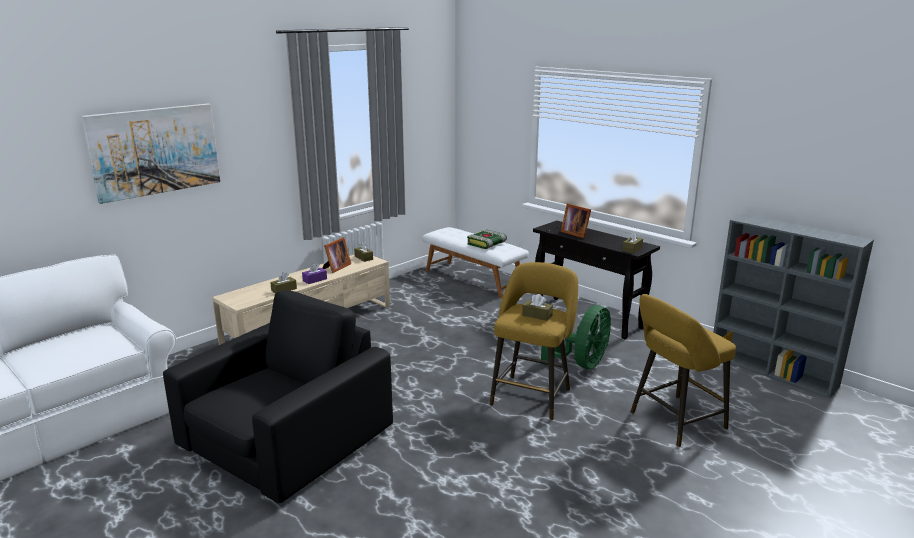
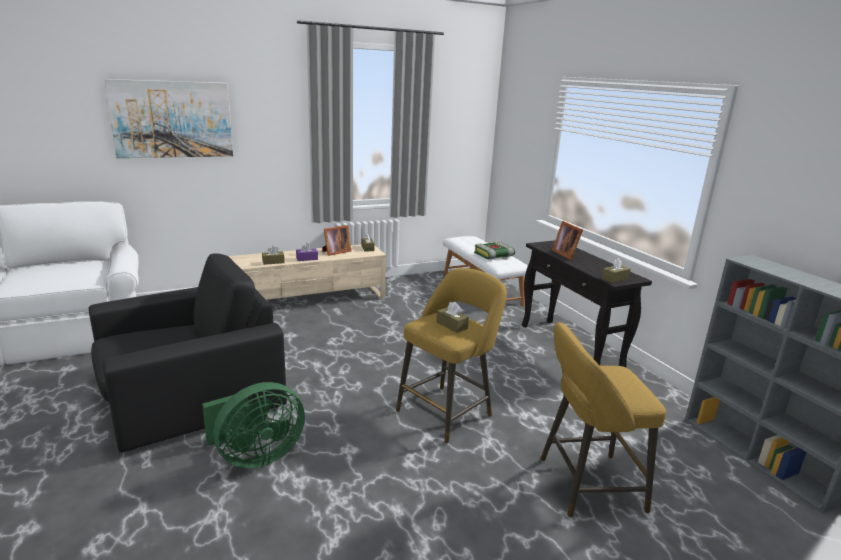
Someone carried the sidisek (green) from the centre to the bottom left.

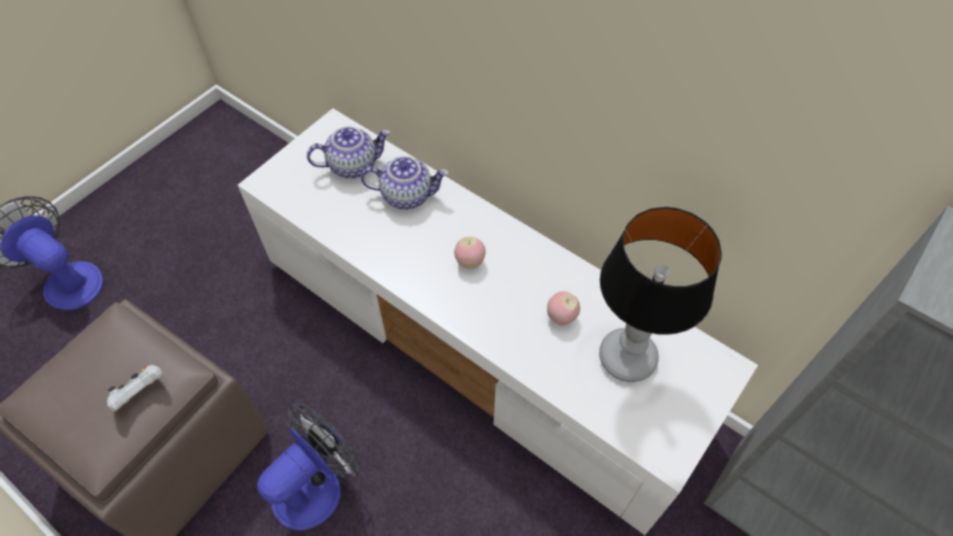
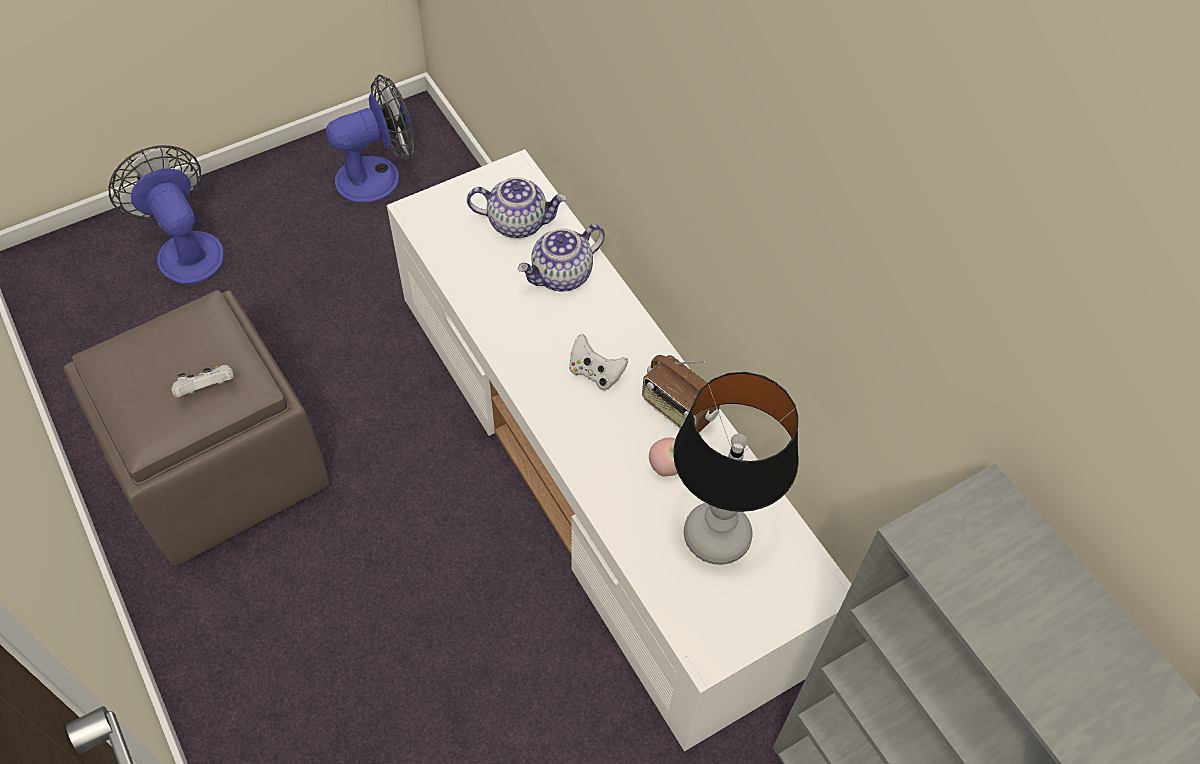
Someone rotated the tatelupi (2nd from left) at the centre by 120 degrees clockwise.
Someone swapped the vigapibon (1st from left) at the centre for the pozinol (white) (2nd from left) at the centre.
Someone carried the sidisek (2nd from left) from the bottom left to the top left.
Someone put down the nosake at the centre.

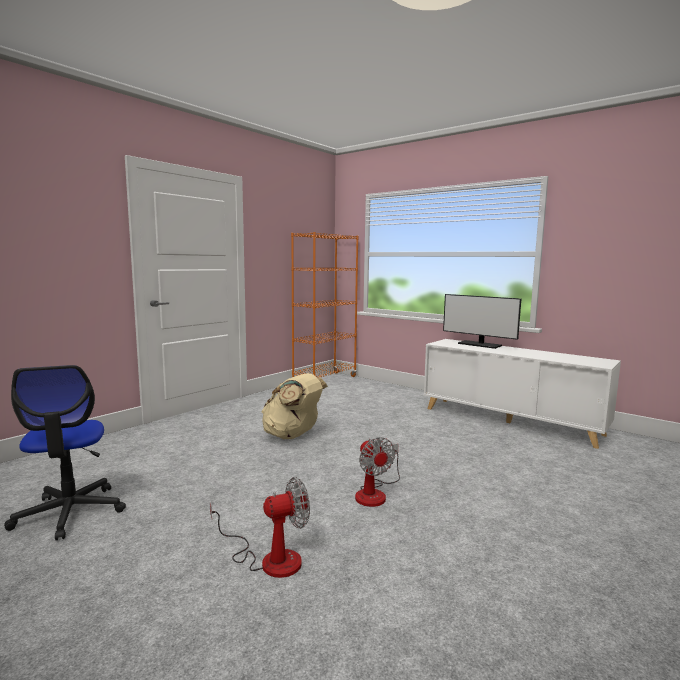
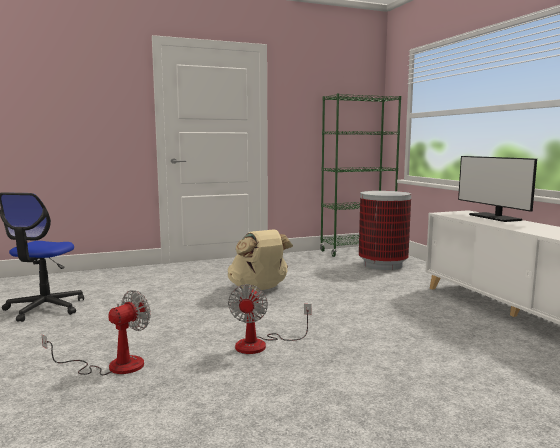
Someone repainted the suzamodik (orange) at the centre, which became the suzamodik (green) at the centre.
Someone rotated the sidisek (1st from left) at the bottom centre by 60 degrees counterclockwise.
Someone put down the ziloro at the middle right.

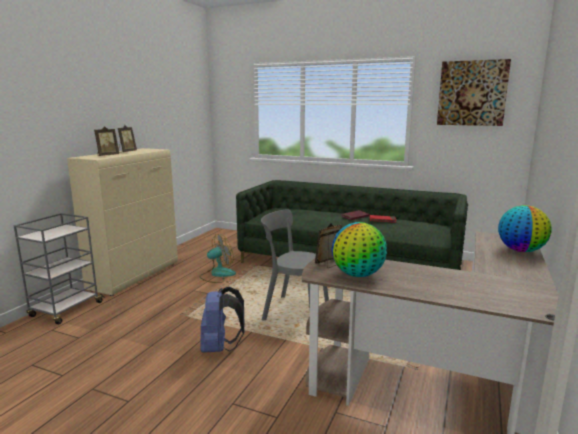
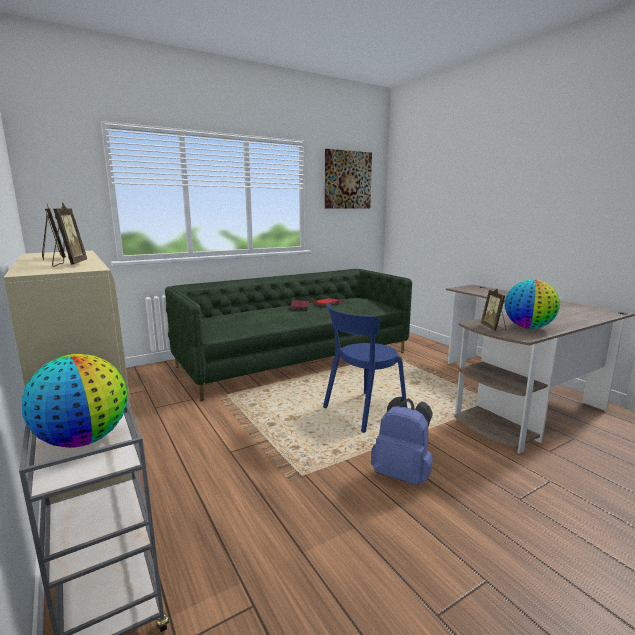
Someone carried the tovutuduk (2nd from left in the first image) from the middle right to the middle left.
Someone repainted the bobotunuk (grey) at the centre, which became the bobotunuk (blue) at the centre.
Someone took away the sidisek at the centre.

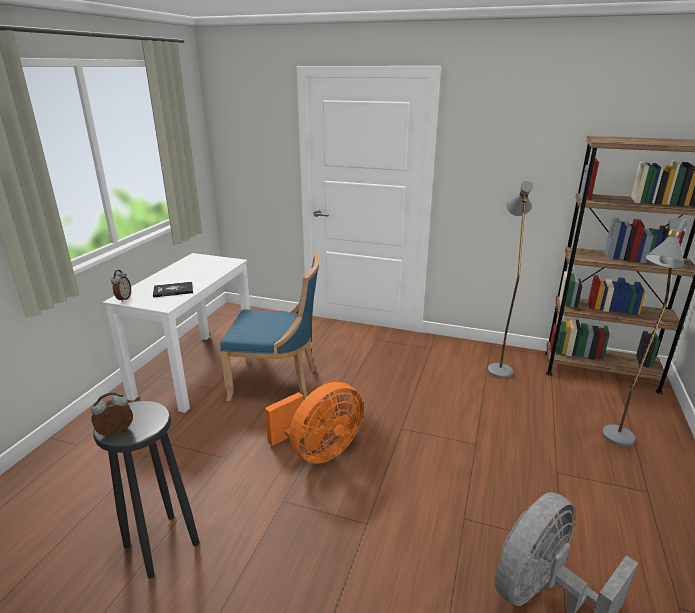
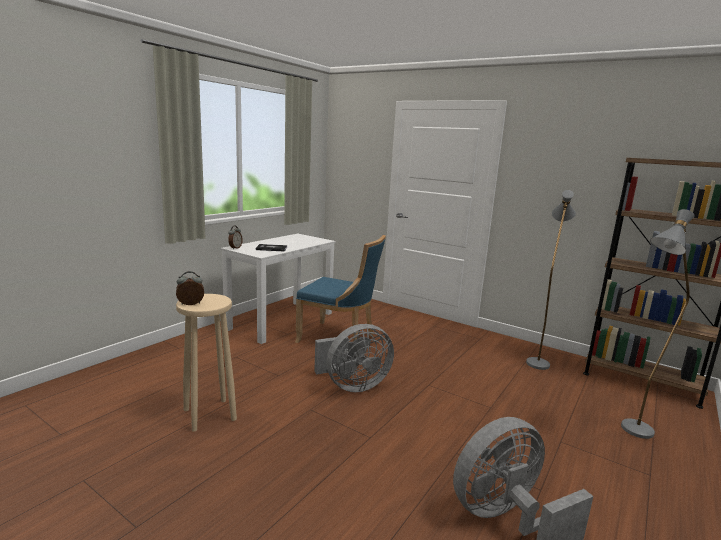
Someone repainted the sidisek (orange) at the bottom centre, which became the sidisek (grey) (1st from left) at the centre.
Someone repainted the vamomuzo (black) at the bottom left, which became the vamomuzo (beige) at the bottom left.

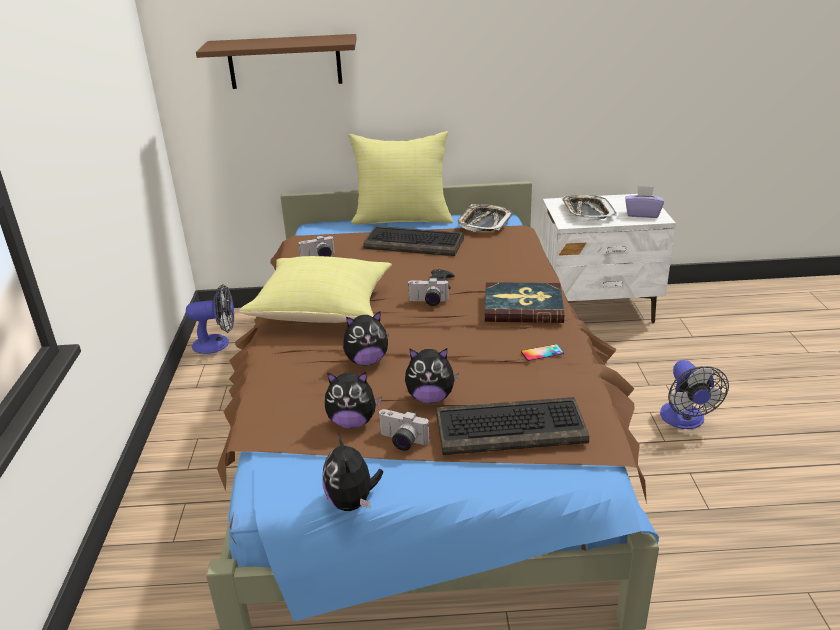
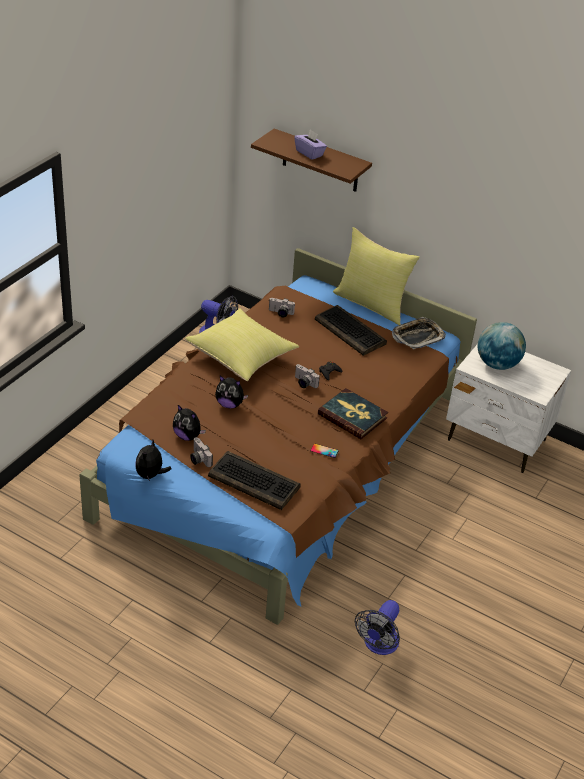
Someone carried the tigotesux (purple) from the top right to the top centre.
Someone swapped the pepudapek (2nd from left) at the top right for the tovutuduk at the middle right.
Someone took away the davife (4th from left) at the centre.
Someone carried the sidisek (2nd from left) from the middle right to the bottom centre.

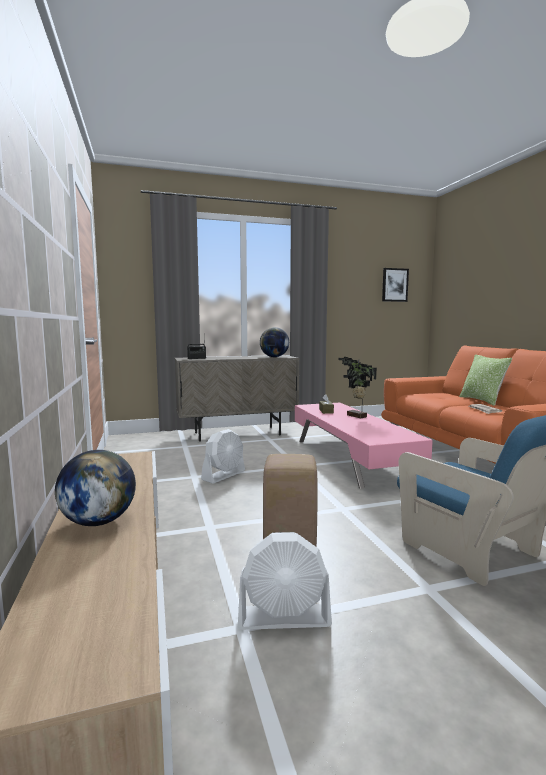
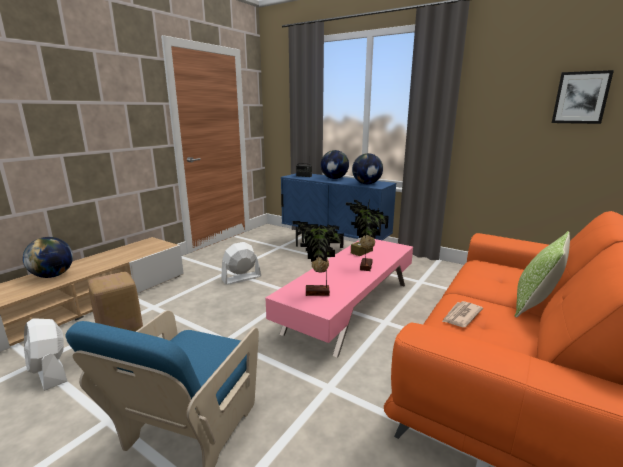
Someone repainted the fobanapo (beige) at the centre, which became the fobanapo (blue) at the centre.
Someone rotated the sidisek (white) (1st from left in the first image) at the centre by 150 degrees clockwise.
Someone put down the tovutuduk (2nd from left) at the centre.
Someone put down the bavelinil (1st from left) at the centre.

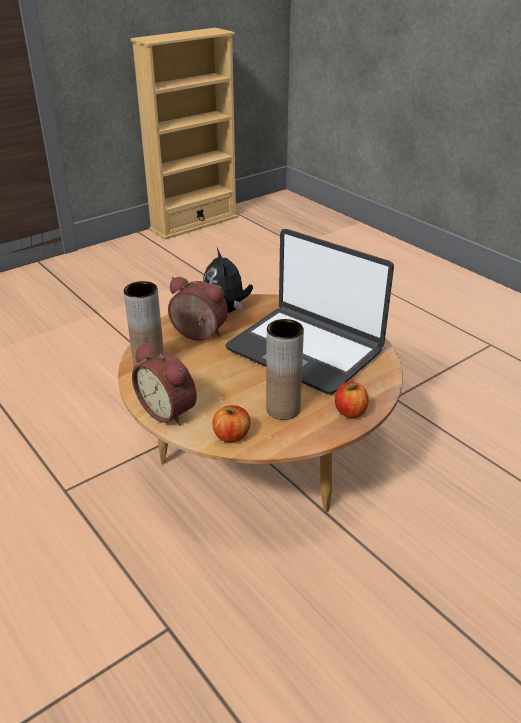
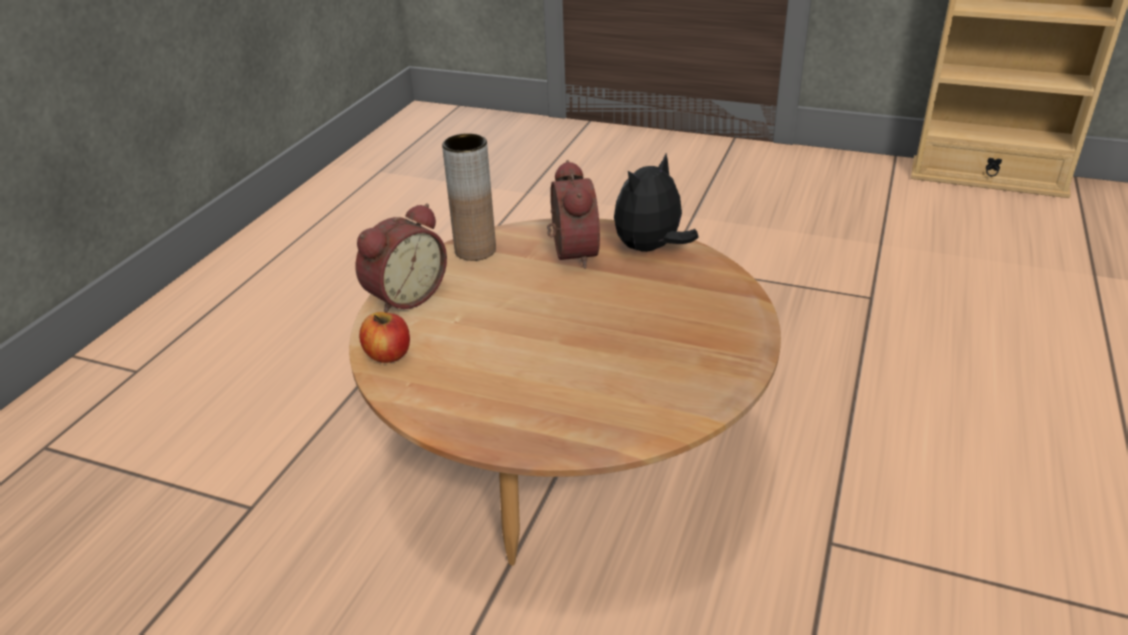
Someone took away the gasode at the centre.
Someone took away the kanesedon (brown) (2nd from left) at the centre.
Someone rotated the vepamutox (1st from left) at the middle left by 150 degrees counterclockwise.
Someone took away the vigapibon (2nd from left) at the middle right.

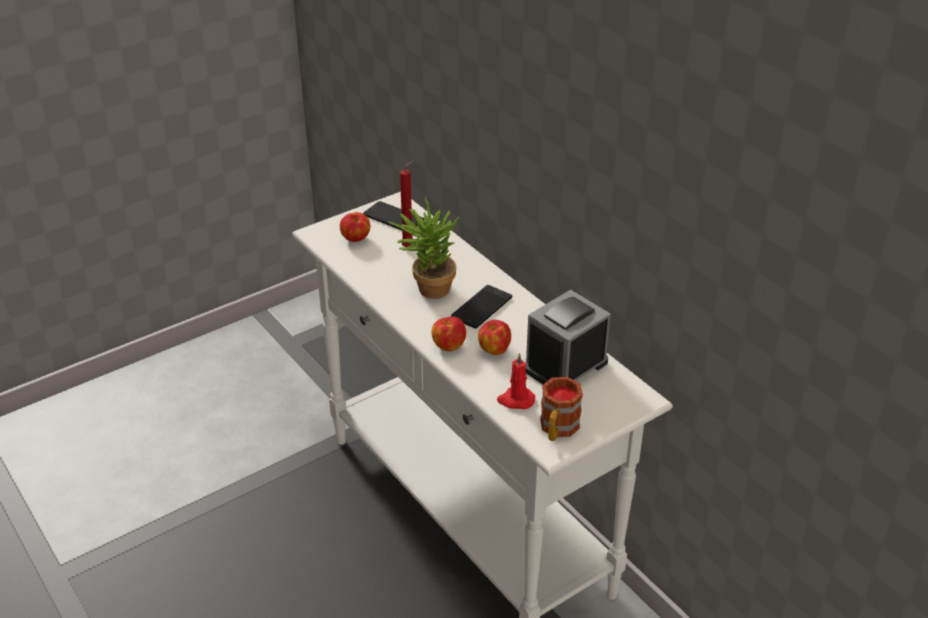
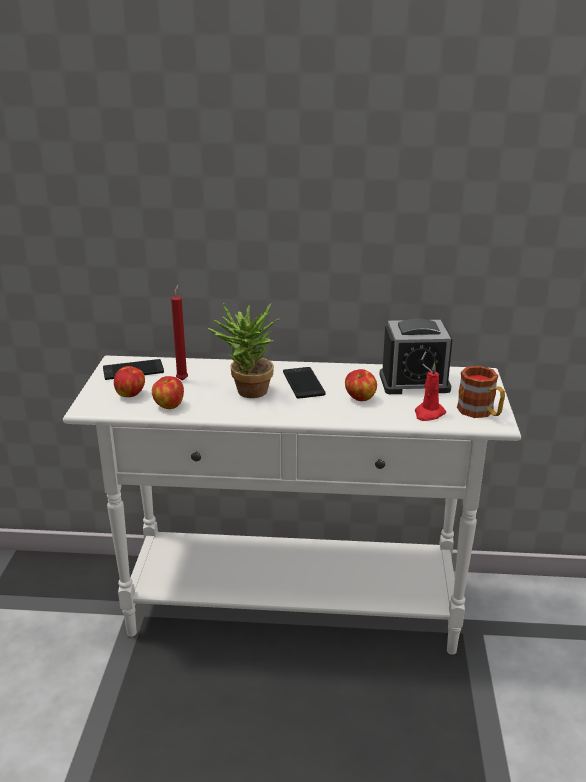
Someone rotated the vepamutox at the centre by 90 degrees counterclockwise.
Someone carried the vigapibon (2nd from left) from the centre to the middle left.

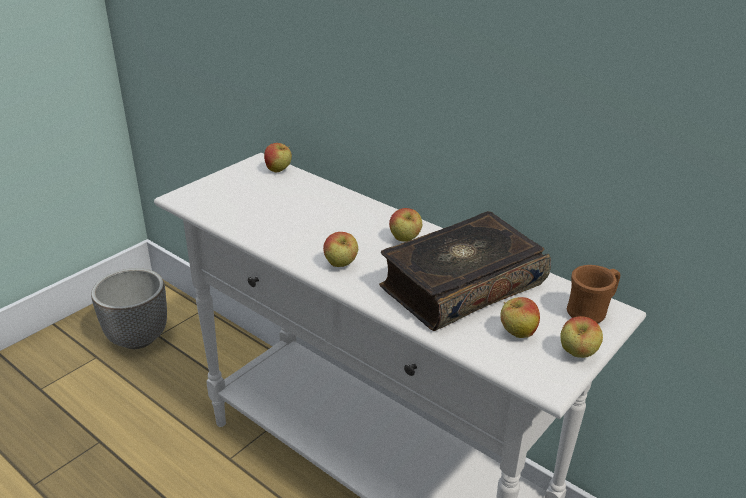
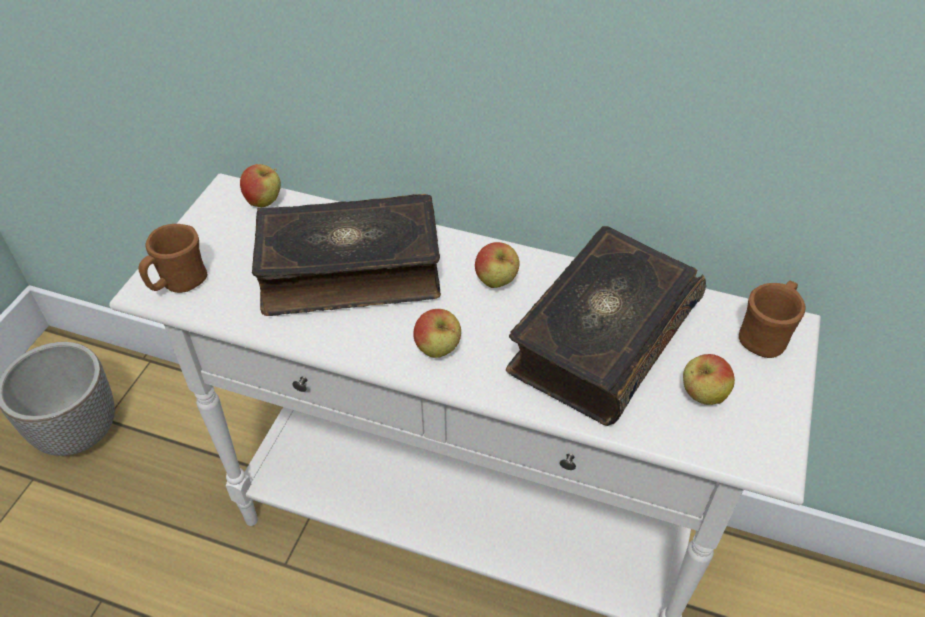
Someone took away the vigapibon (5th from left) at the bottom right.
Someone put down the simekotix (1st from left) at the centre.
Someone put down the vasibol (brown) (1st from left) at the middle left.

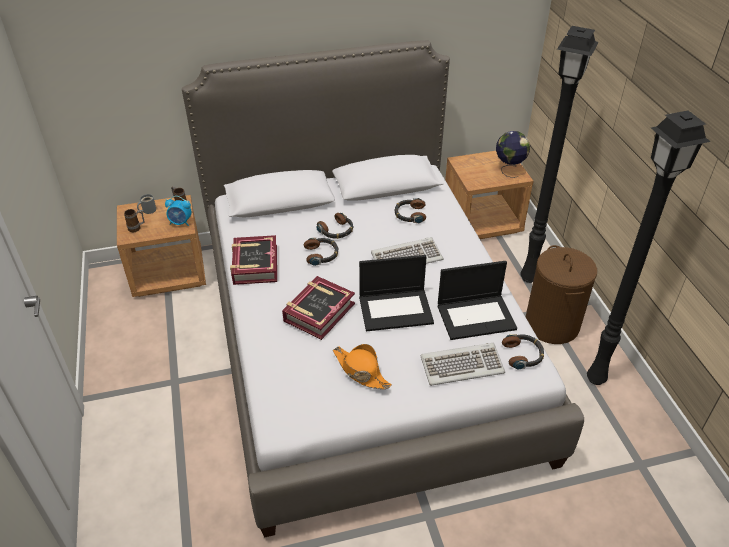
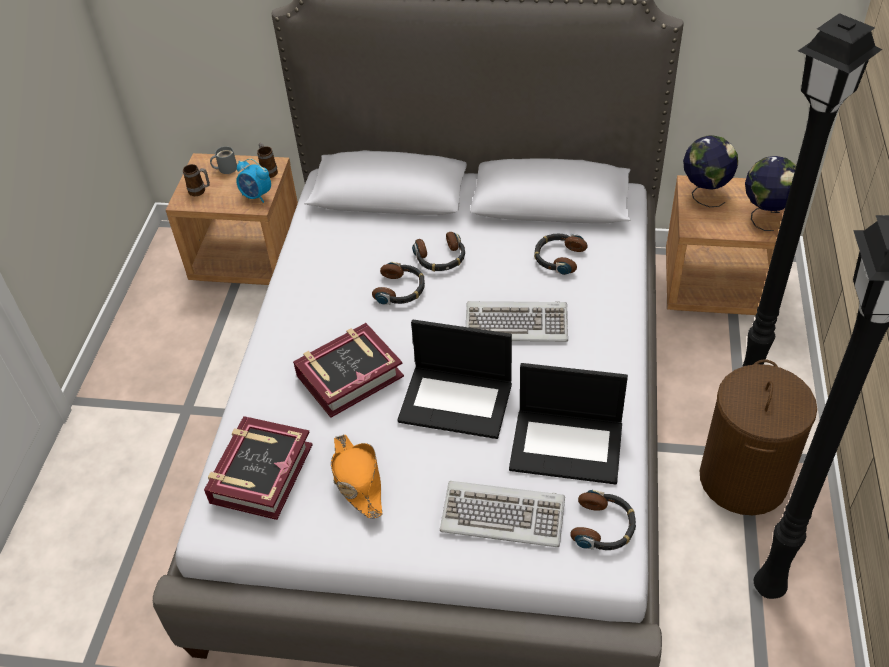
Someone carried the simekotix (1st from left) from the centre to the bottom left.
Someone put down the tovutuduk (1st from left) at the top right.

